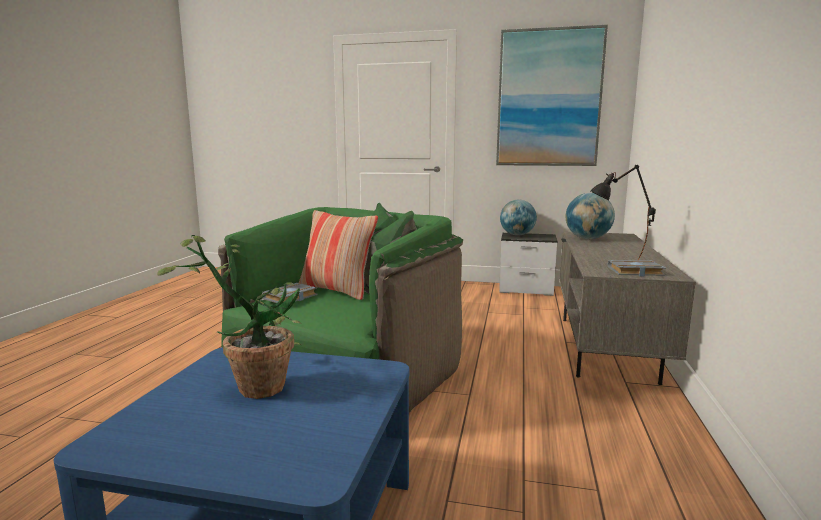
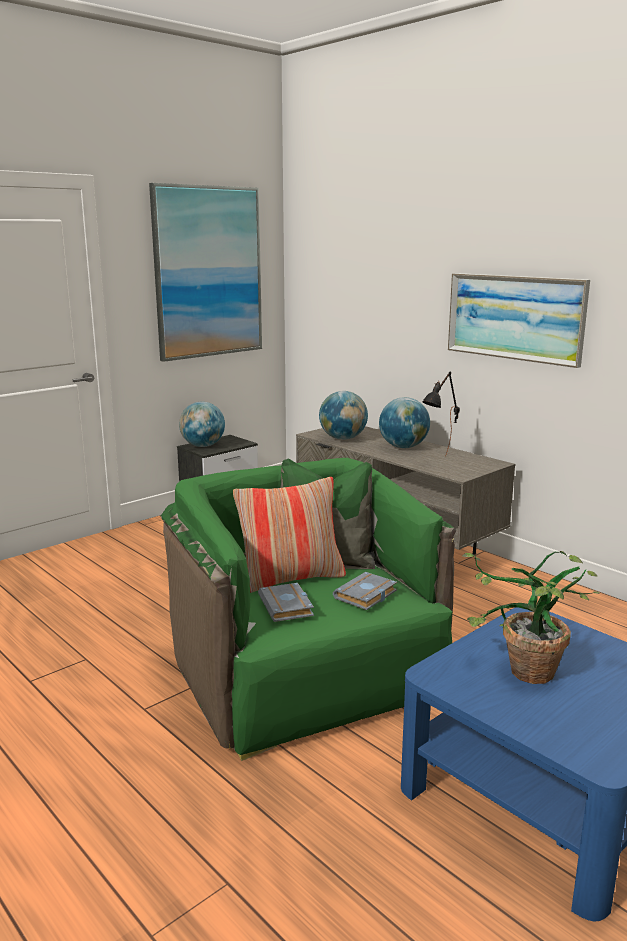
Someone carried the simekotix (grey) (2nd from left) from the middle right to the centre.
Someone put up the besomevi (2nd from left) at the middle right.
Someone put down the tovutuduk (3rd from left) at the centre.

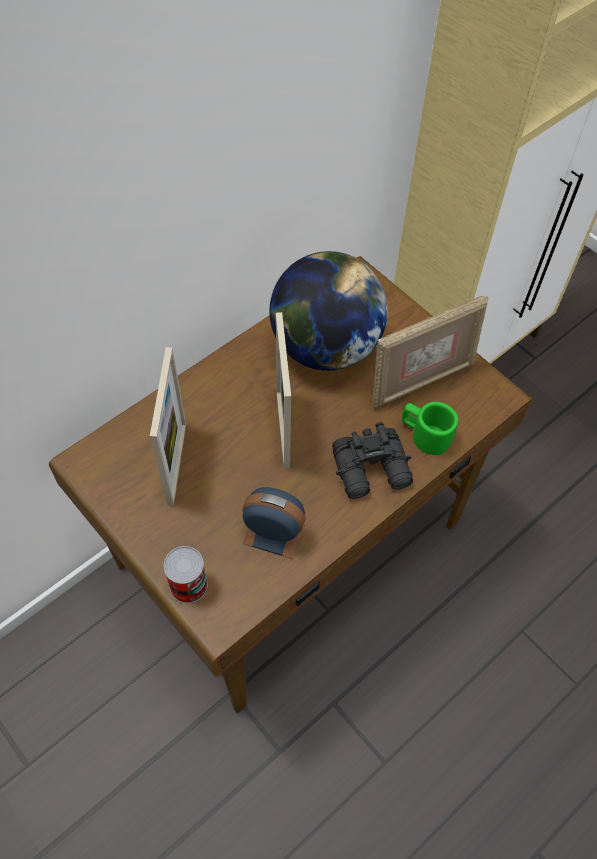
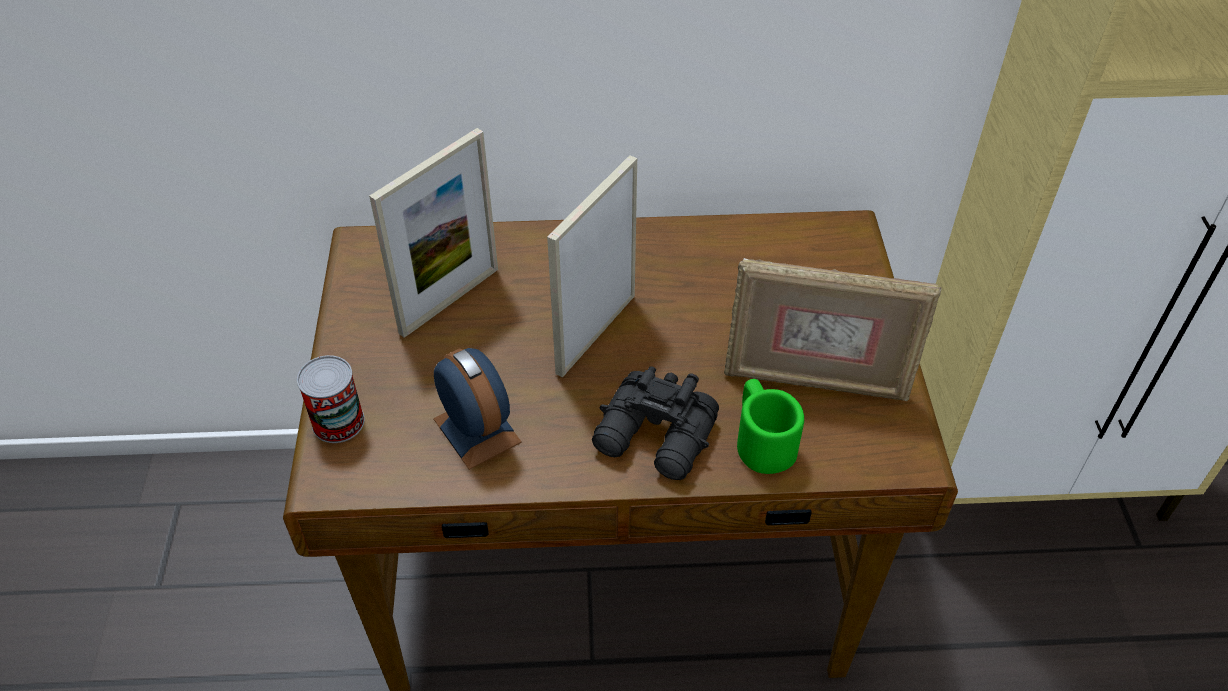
Someone took away the tovutuduk at the centre.

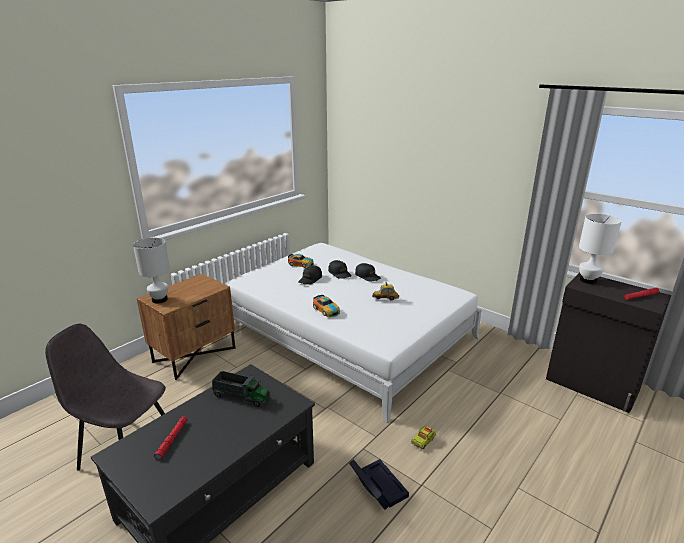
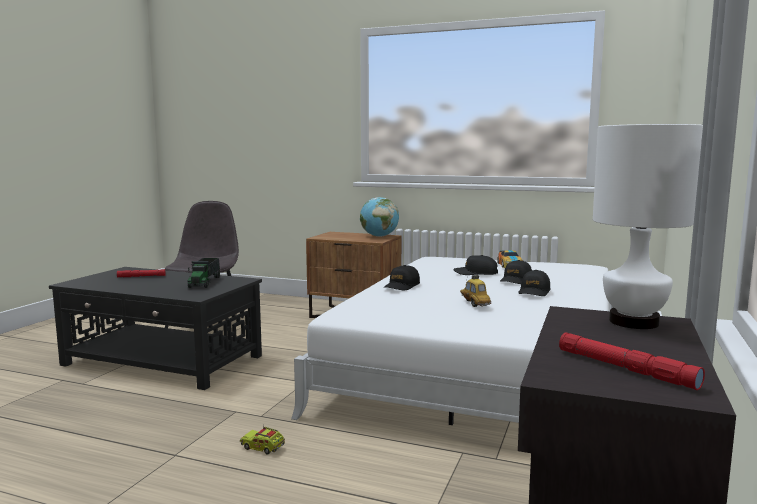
Someone took away the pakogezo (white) (1st from left) at the middle left.
Someone swapped the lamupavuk (2nd from left) at the centre for the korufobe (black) (1st from left) at the centre.
Someone took away the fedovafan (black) at the bottom centre.
Someone put down the tovutuduk at the centre.

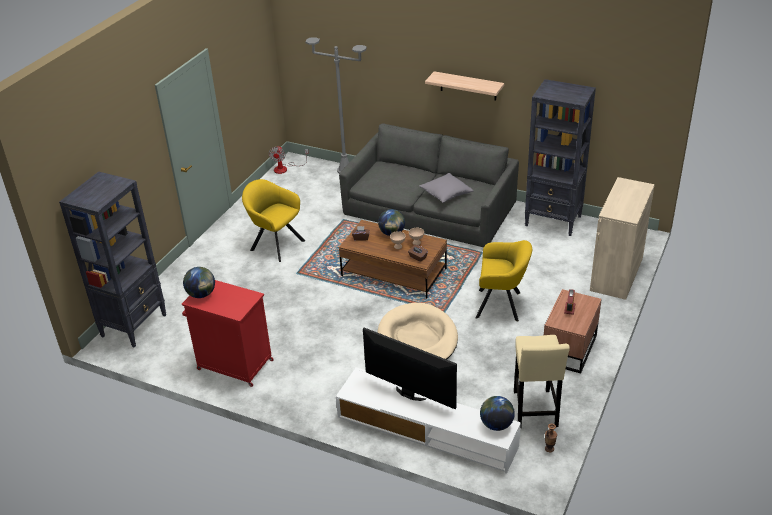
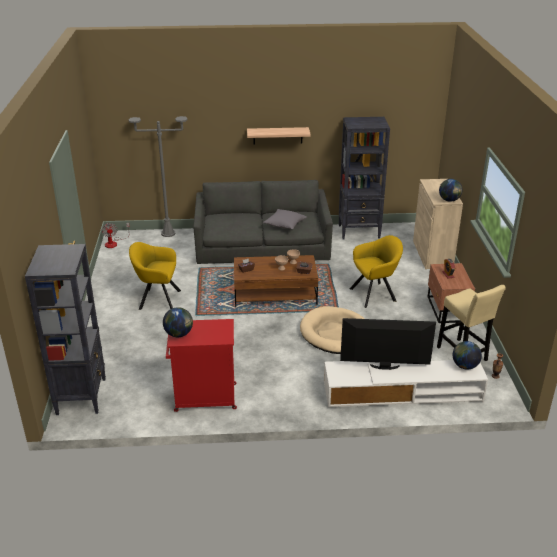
Someone carried the tovutuduk (2nd from left) from the centre to the middle right.

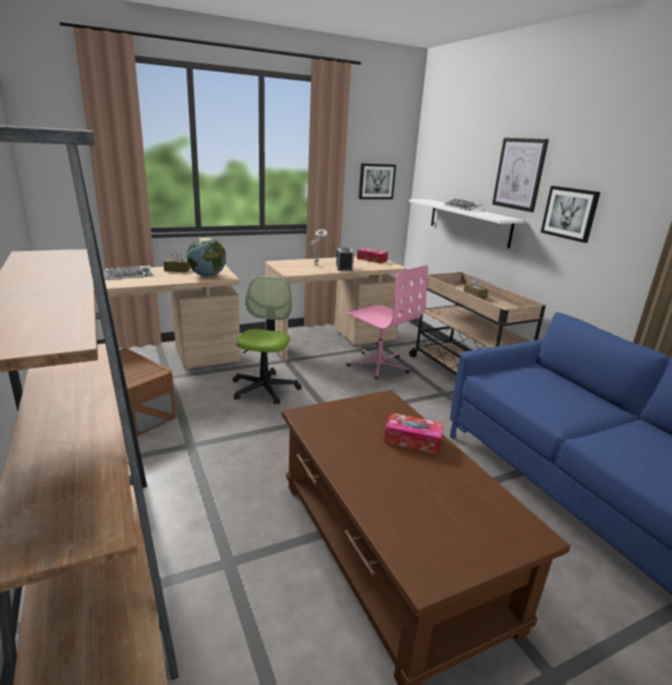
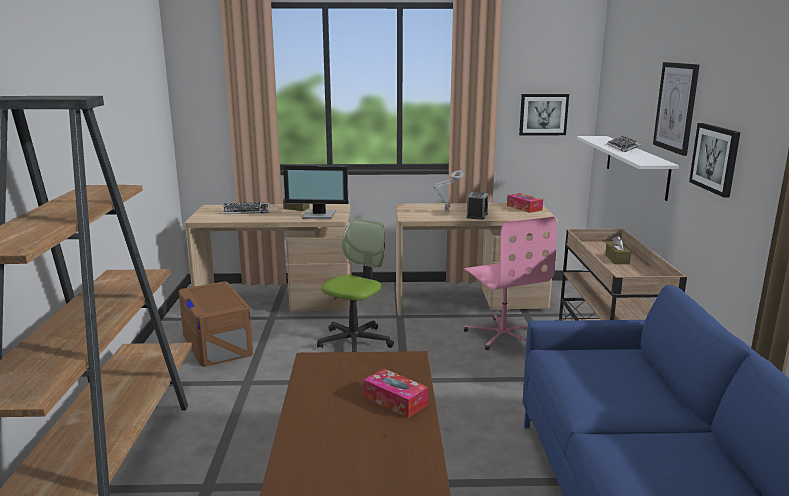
Someone swapped the tovutuduk at the middle left for the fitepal at the centre.

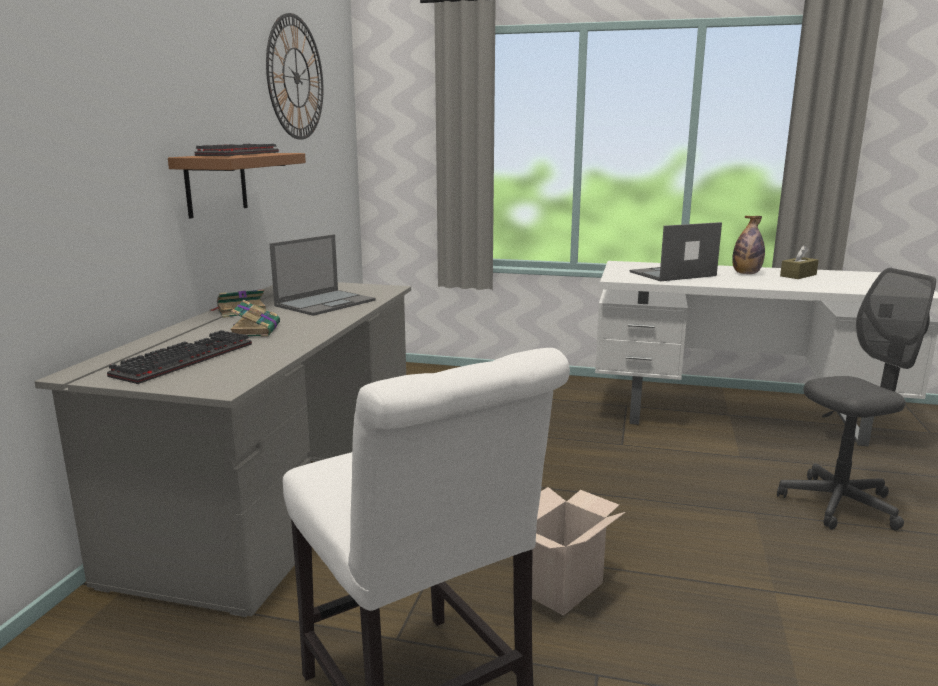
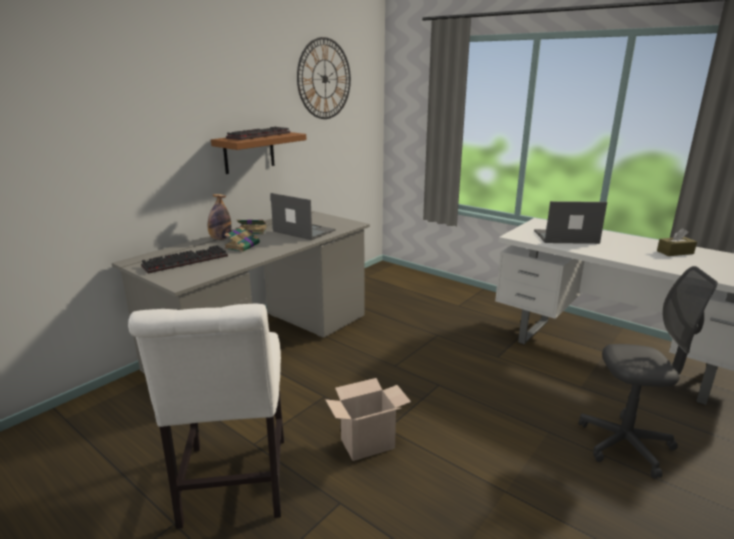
Someone carried the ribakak from the middle right to the middle left.
Someone rotated the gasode (1st from left) at the centre by 120 degrees counterclockwise.

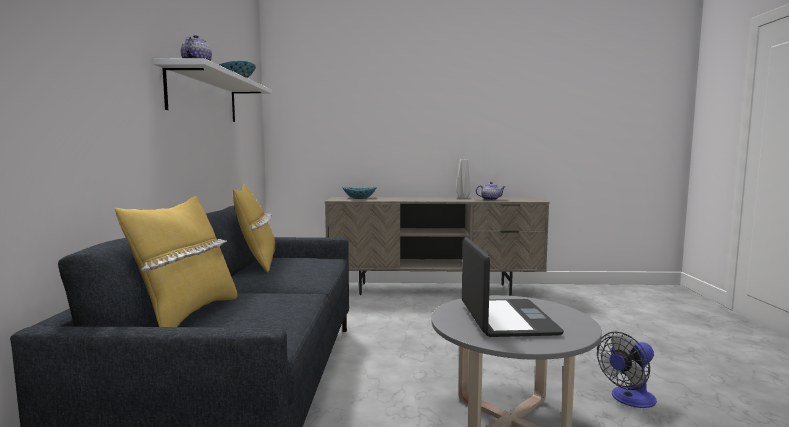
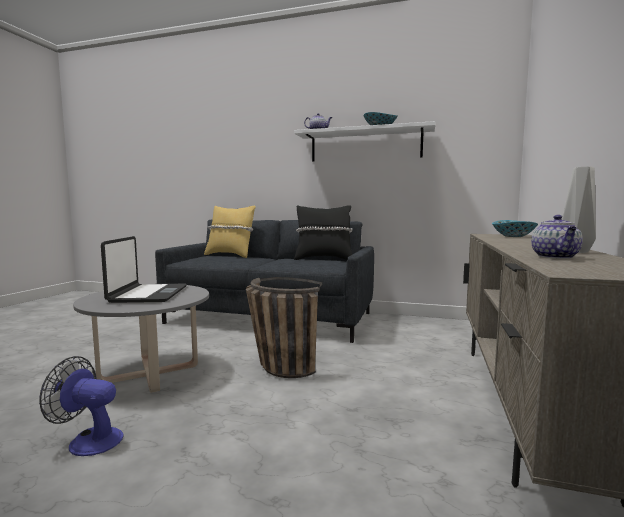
Someone repainted the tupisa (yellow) (2nd from left) at the middle left, which became the tupisa (black) at the centre.
Someone rotated the gasode at the bottom centre by 105 degrees counterclockwise.
Someone rotated the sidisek at the bottom right by 60 degrees counterclockwise.
Someone put down the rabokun at the centre.

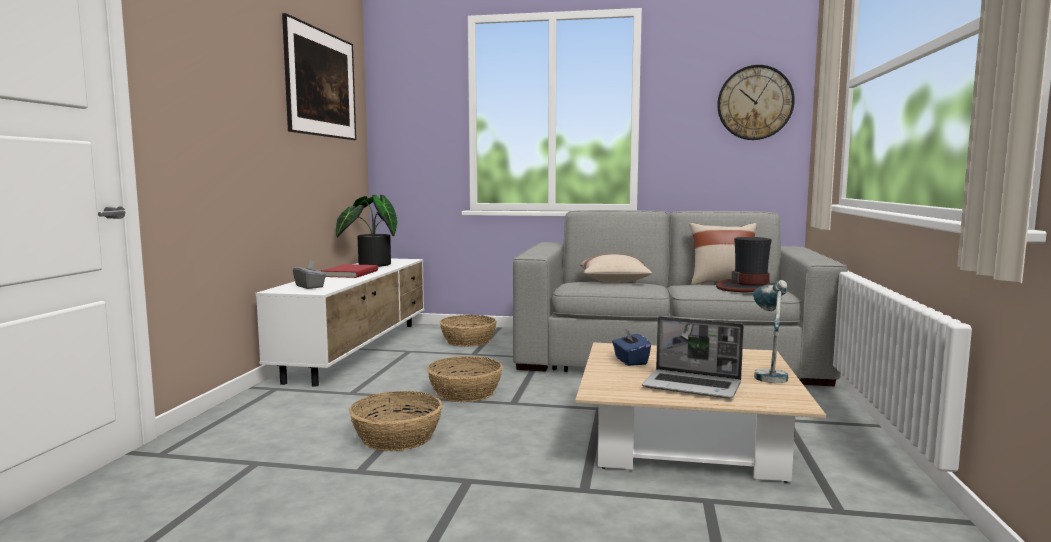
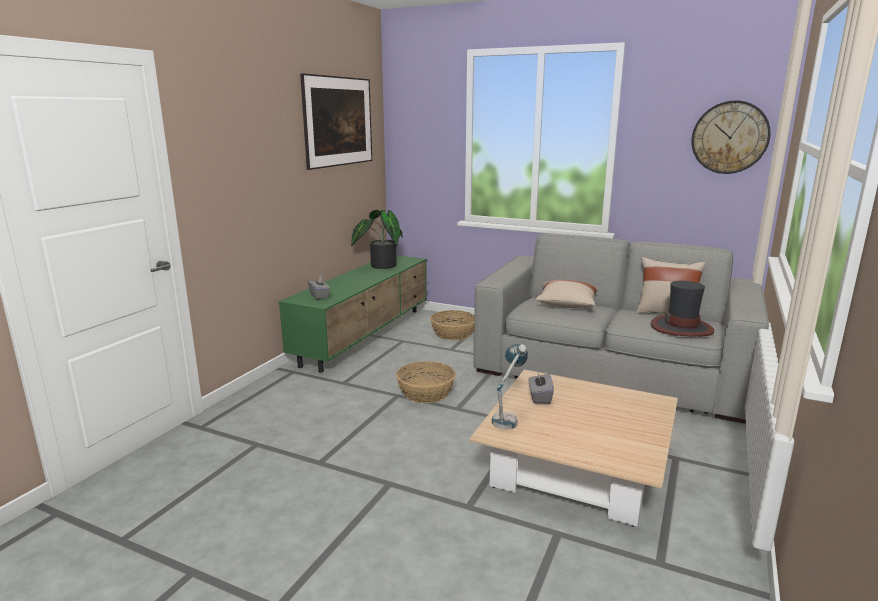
Someone repainted the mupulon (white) at the middle left, which became the mupulon (green) at the centre.
Someone took away the simekotix (red) at the middle left.
Someone carried the pakogezo from the middle right to the centre.
Someone took away the gasode at the centre.
Someone repainted the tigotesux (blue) at the centre, which became the tigotesux (grey) (2nd from left) at the centre.
Someone took away the rabokun (1st from left) at the bottom centre.

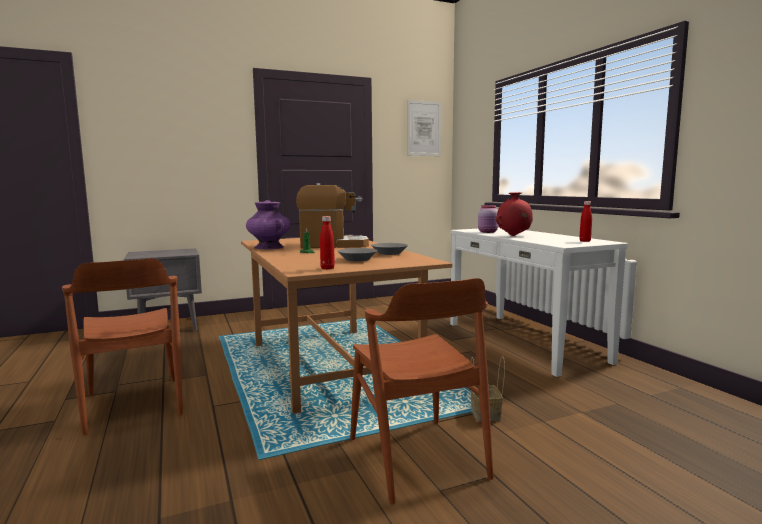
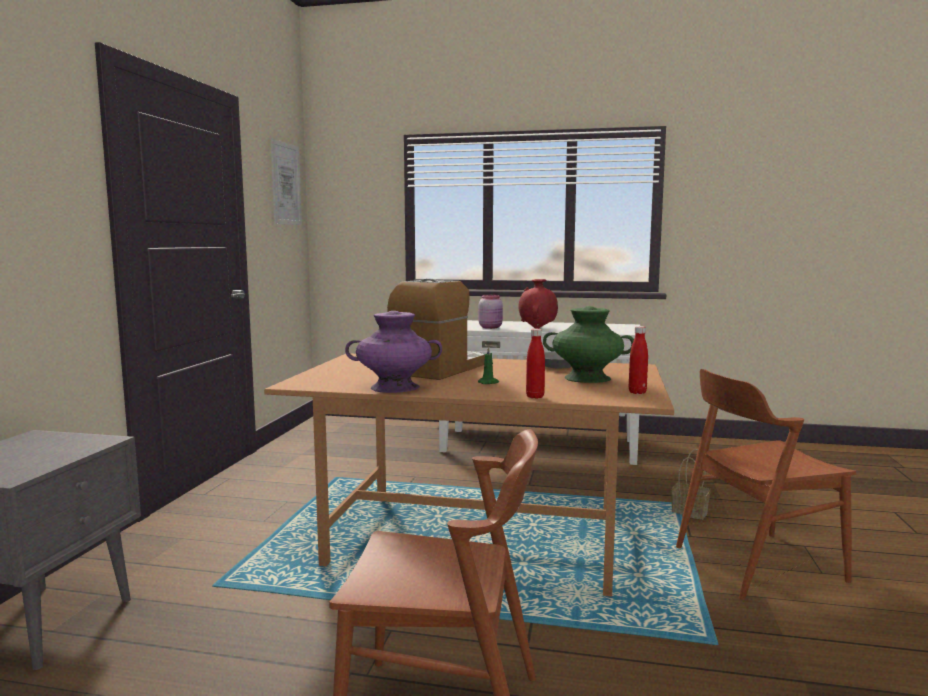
Someone carried the ribakak (red) (2nd from left in the first image) from the middle right to the centre.
Someone swapped the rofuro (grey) (1st from left) at the centre for the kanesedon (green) at the centre.
Someone rotated the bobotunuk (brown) (2nd from left) at the bottom centre by 150 degrees clockwise.

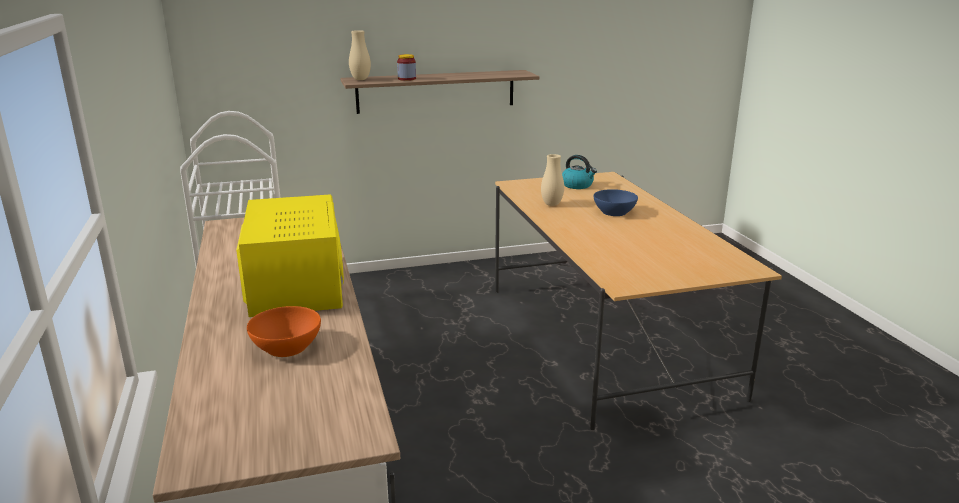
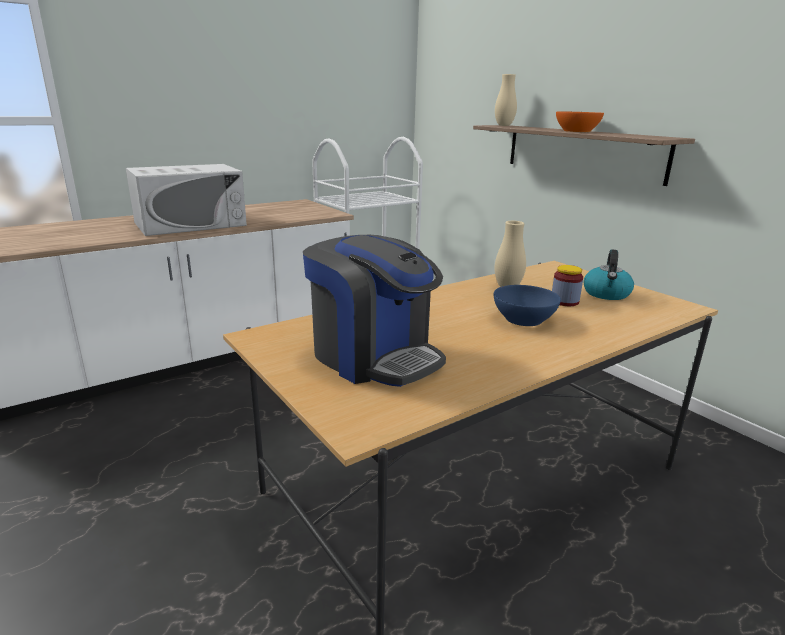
Someone carried the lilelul from the top centre to the middle right.
Someone repainted the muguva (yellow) at the middle left, which became the muguva (white) at the top left.
Someone carried the rofuro (orange) from the middle left to the top right.
Someone put down the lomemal at the centre.

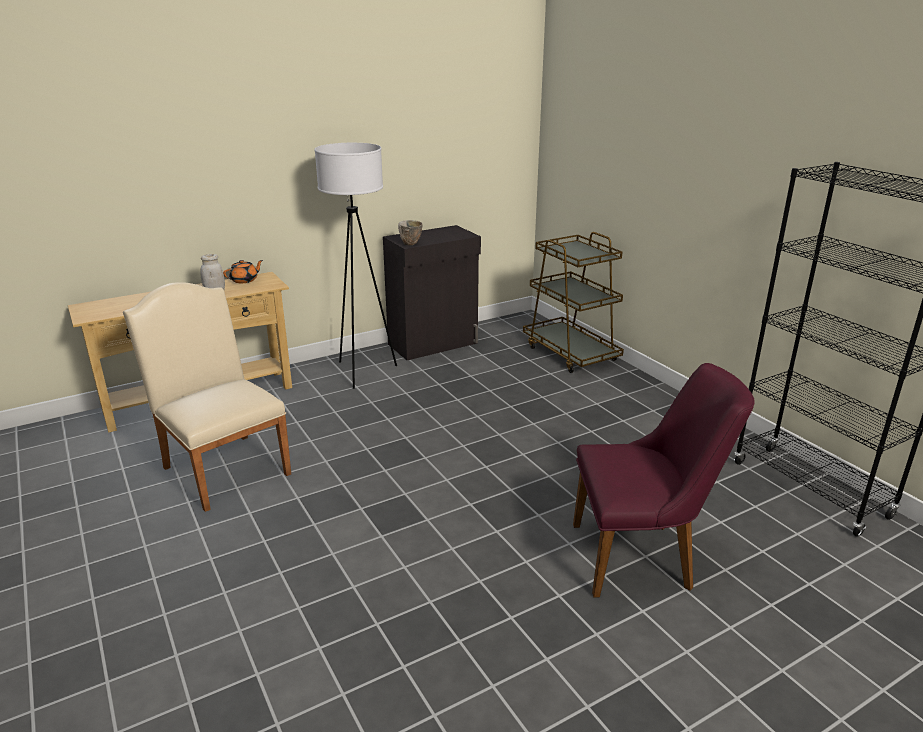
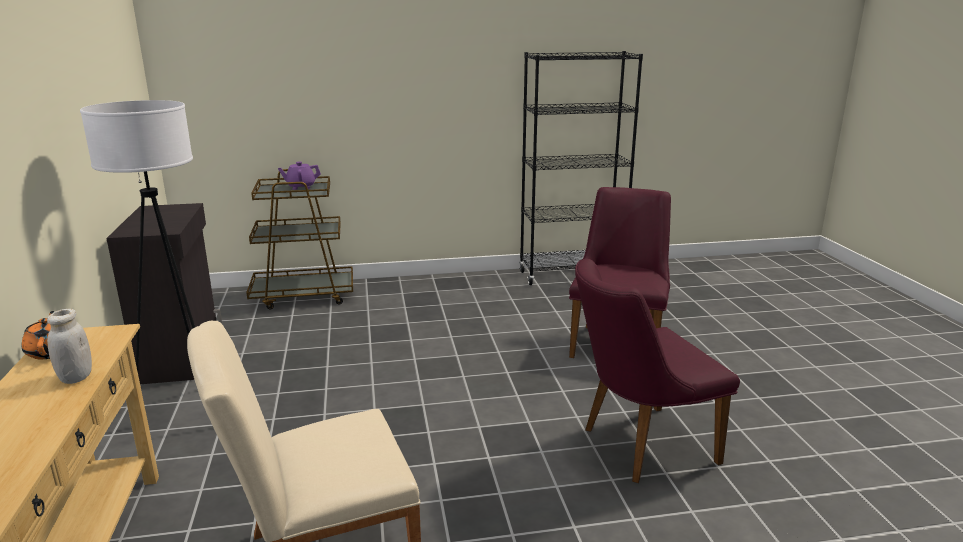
Someone took away the rofuro at the top centre.
Someone put down the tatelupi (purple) at the top left.
Someone put down the bobotunuk (purple) (2nd from left) at the bottom right.

